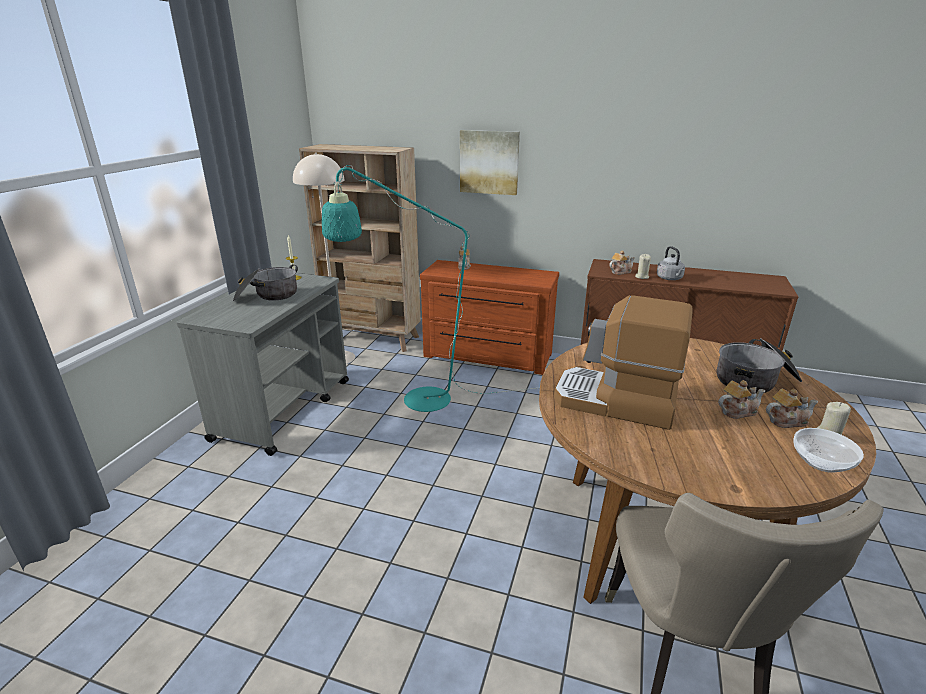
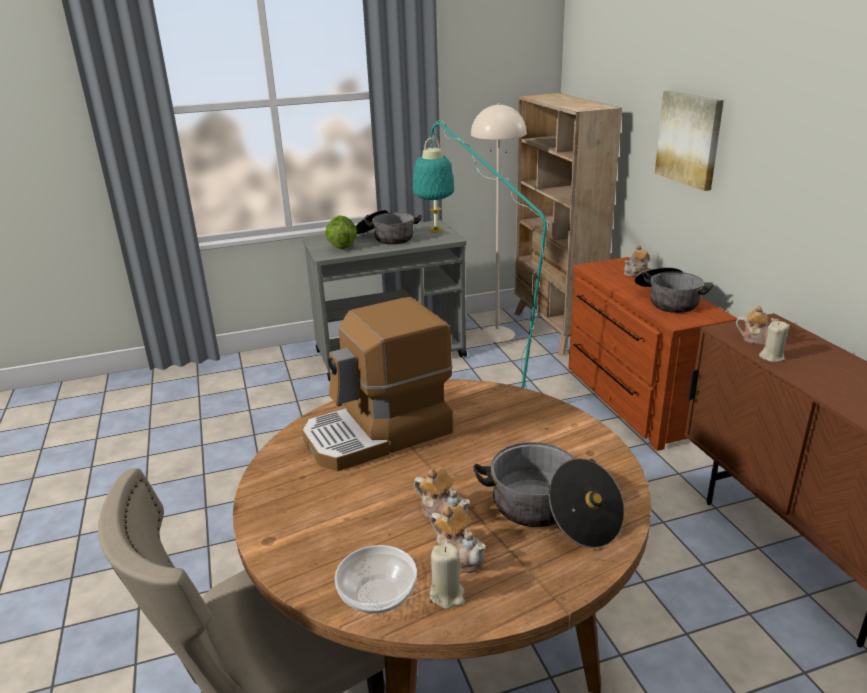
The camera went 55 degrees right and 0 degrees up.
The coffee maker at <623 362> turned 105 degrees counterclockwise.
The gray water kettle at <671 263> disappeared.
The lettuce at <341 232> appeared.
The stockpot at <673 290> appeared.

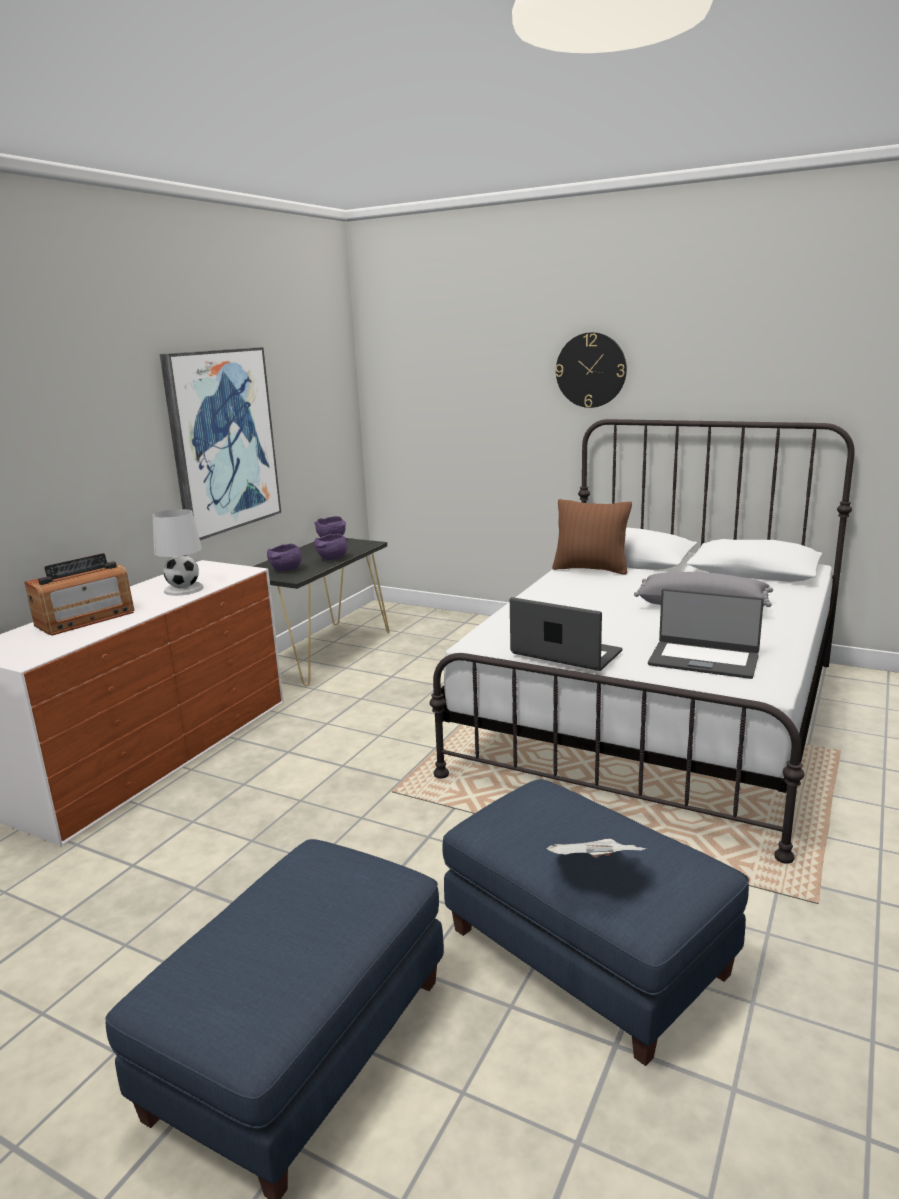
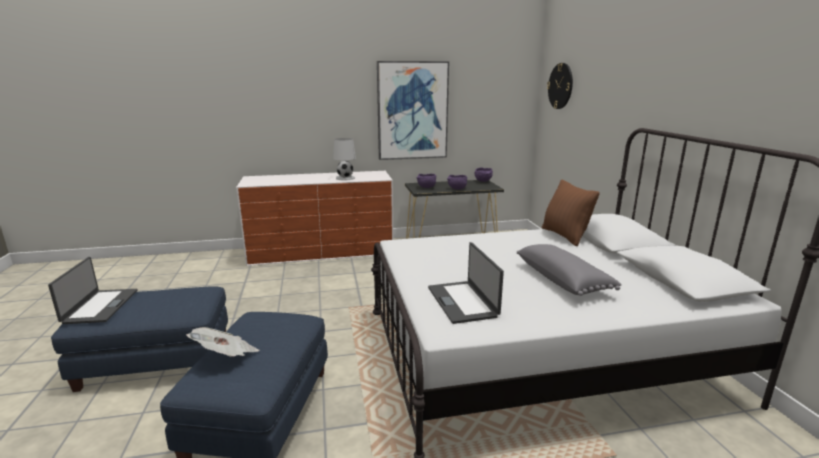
The camera went 50 degrees right and 0 degrees up.
The radio receiver at <80 594> disappeared.
The portable computer moved from <566 634> to <92 290>.
The clock on the wall moved from <591 370> to <560 86>.

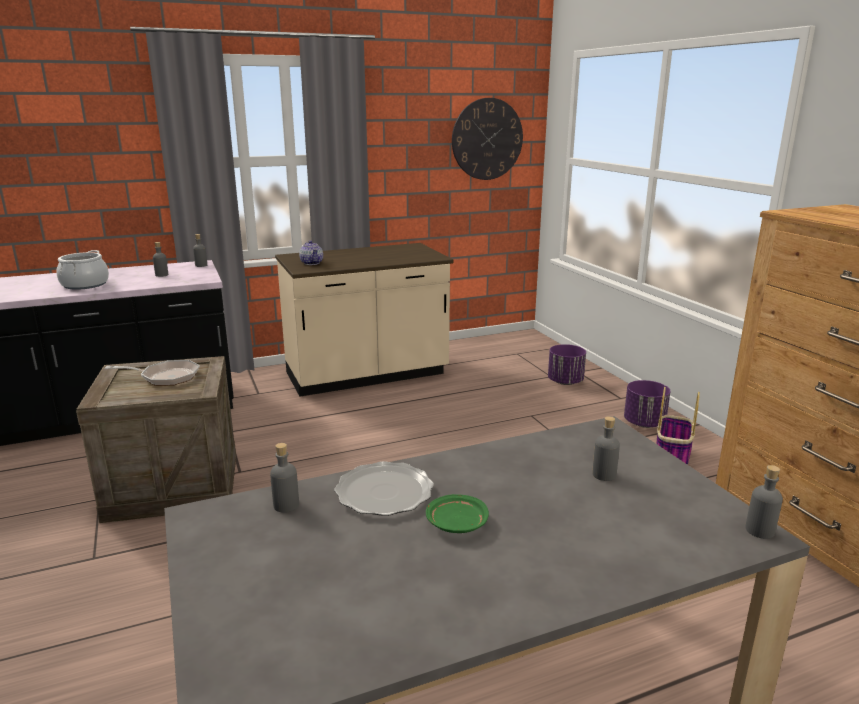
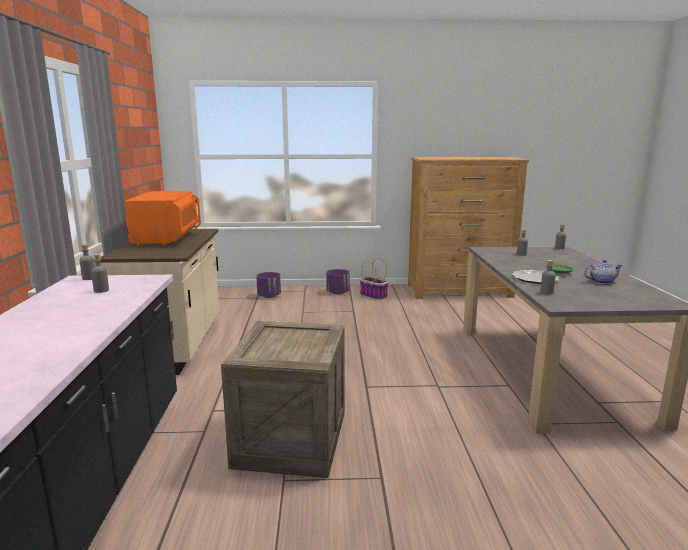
The camera went 70 degrees left and 5 degrees down.
The stockpot at <82 270> disappeared.
The pan at <152 373> disappeared.
The teapot moved from <311 252> to <603 272>.
The clock on the wall at <487 139> disappeared.
The orangey microwave oven at <163 218> appeared.

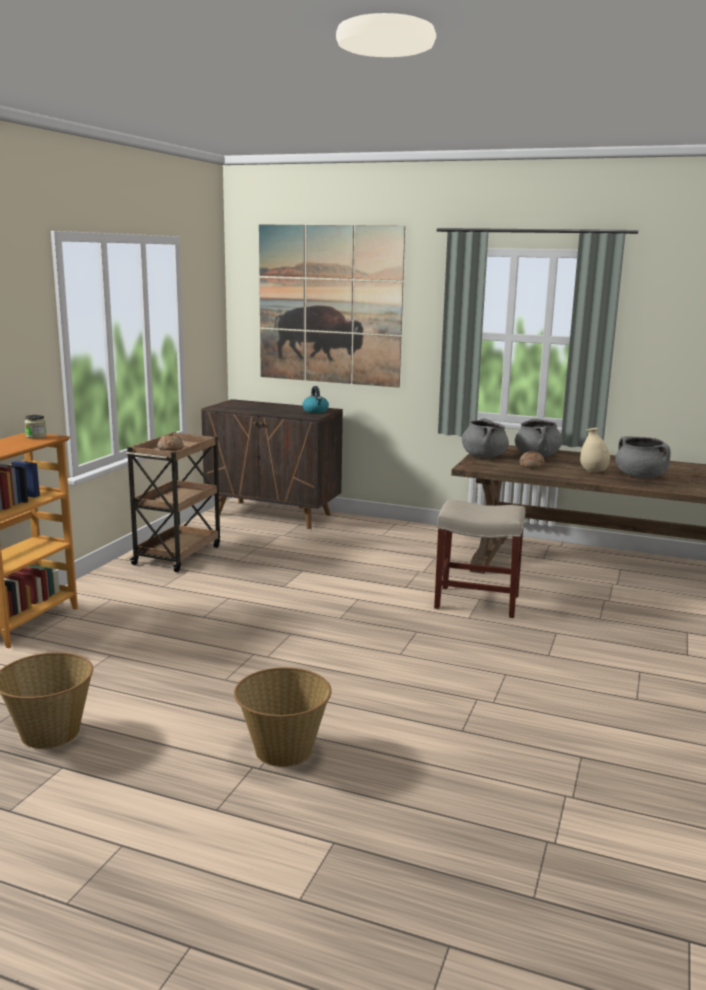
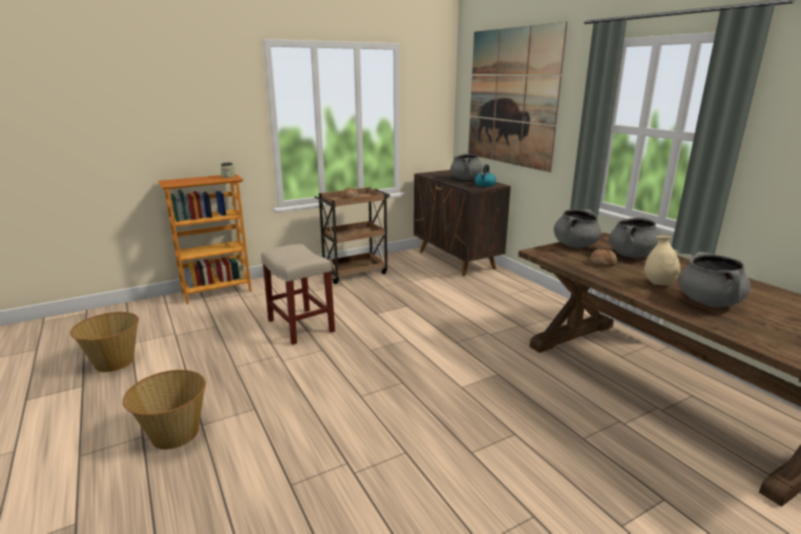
The camera went 40 degrees right and 5 degrees up.
The beige stool seat moved from <479 559> to <298 294>.
The gray stockpot at <466 166> appeared.

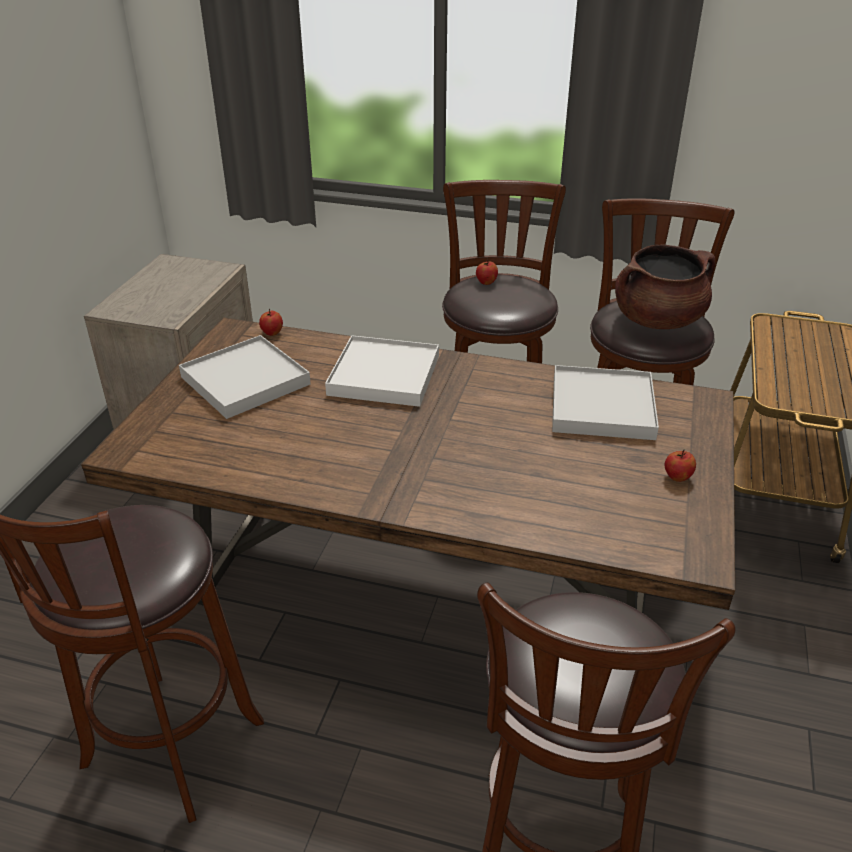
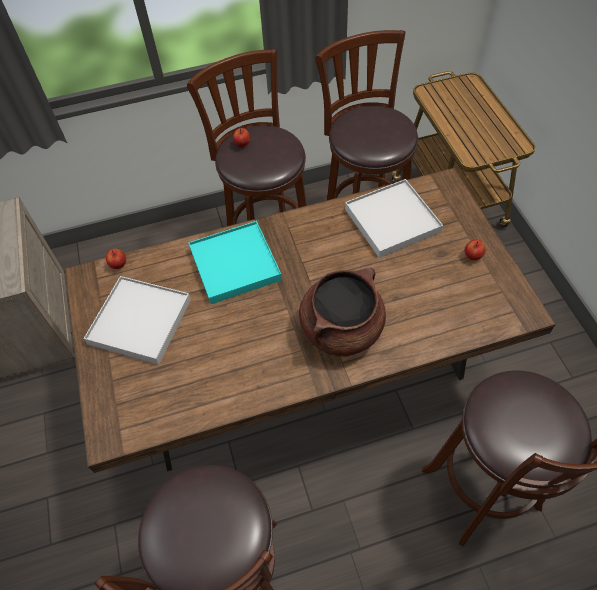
The camera went 30 degrees left and 20 degrees up.
The white carrying tray at <382 371> became the blue-green carrying tray at <235 262>.
The brownish stockpot moved from <665 286> to <342 312>.

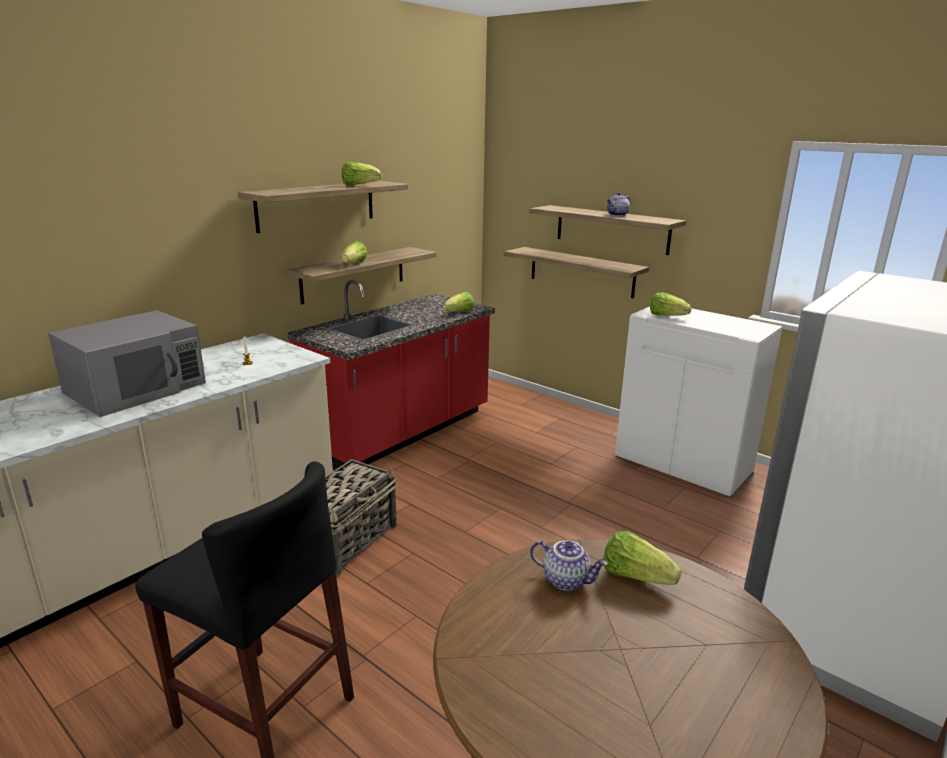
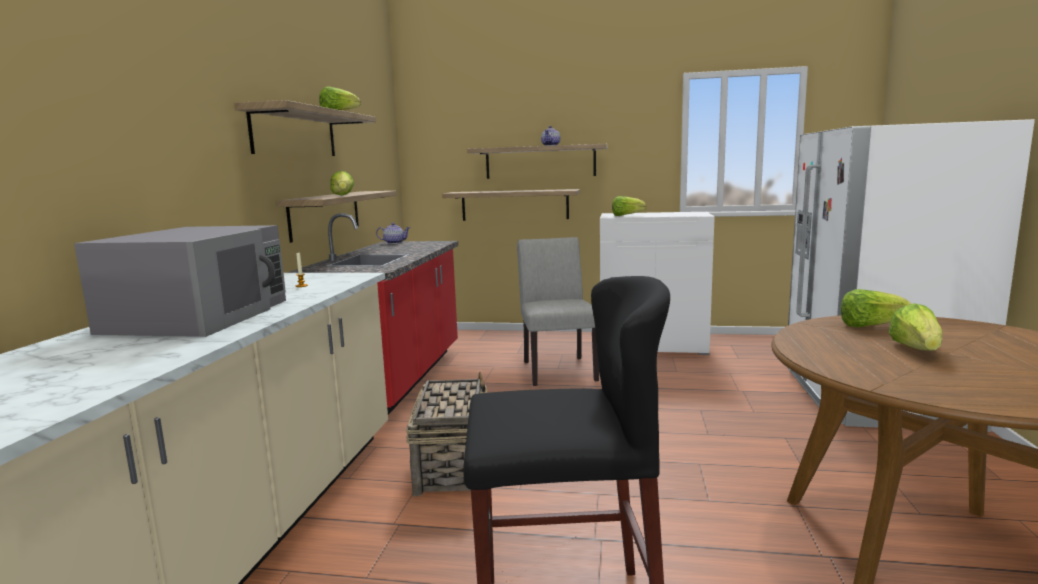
The camera went 30 degrees left and 10 degrees down.
The lettuce moved from <458 302> to <916 327>.
The teapot moved from <569 565> to <393 233>.
The gray chair at <558 311> appeared.

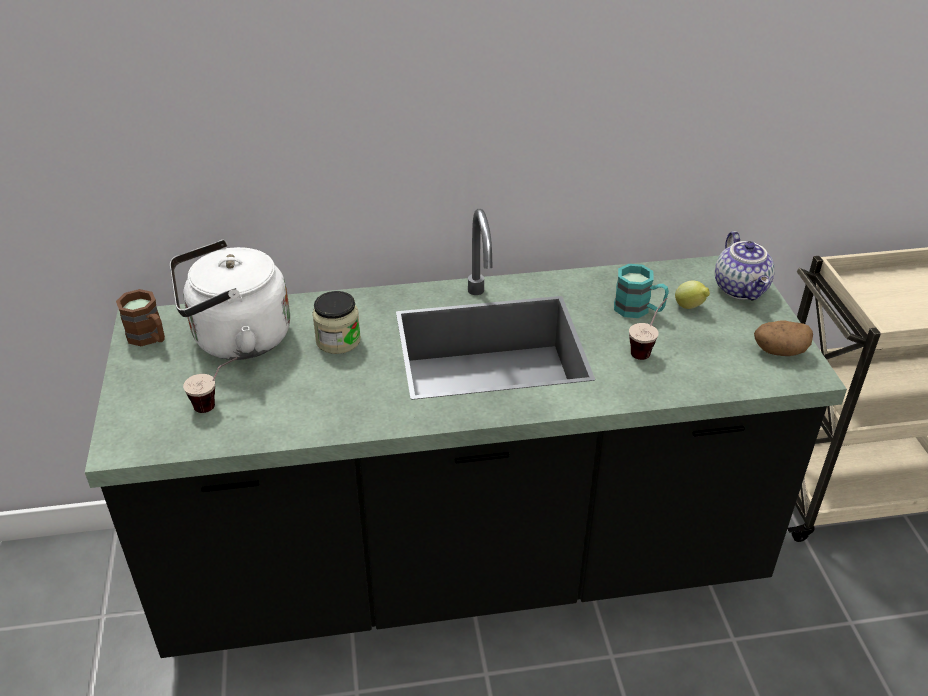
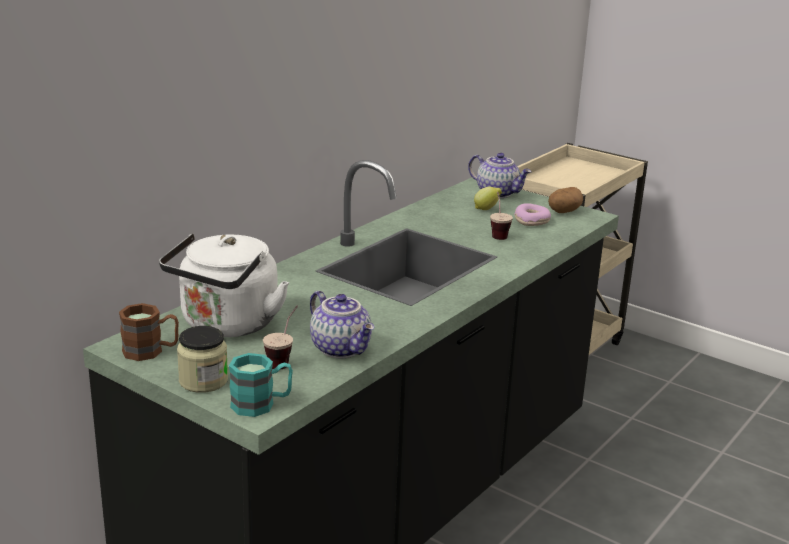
The camera went 45 degrees left and 15 degrees down.
The preserve jar moved from <336 322> to <202 359>.
The blue-green tea mug moved from <641 291> to <261 385>.
The teapot at <342 325> appeared.
The ring doughnut at <532 214> appeared.

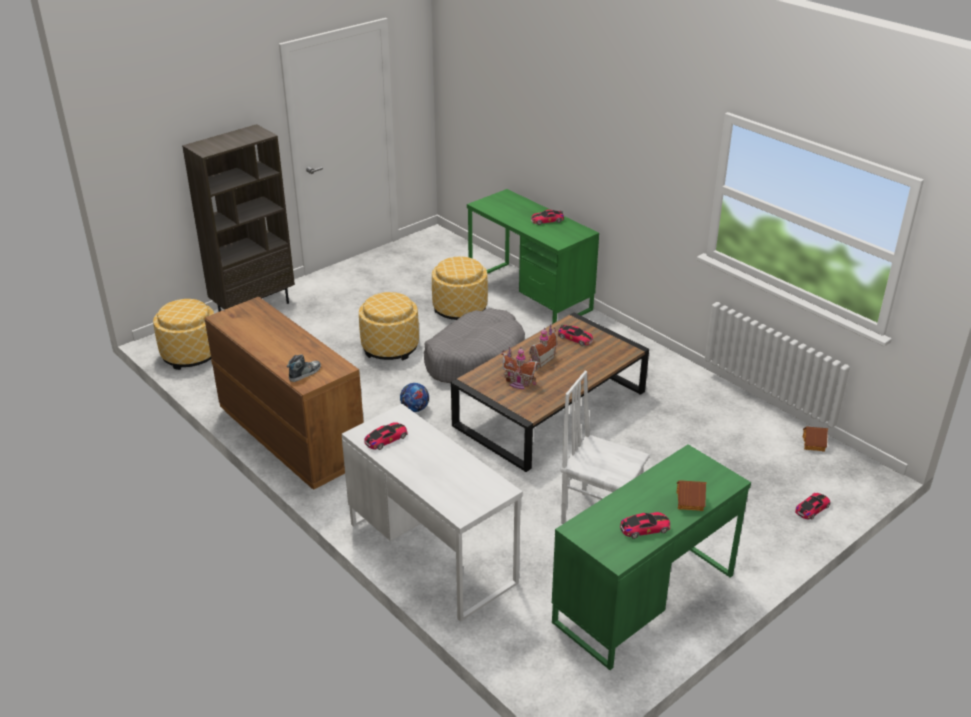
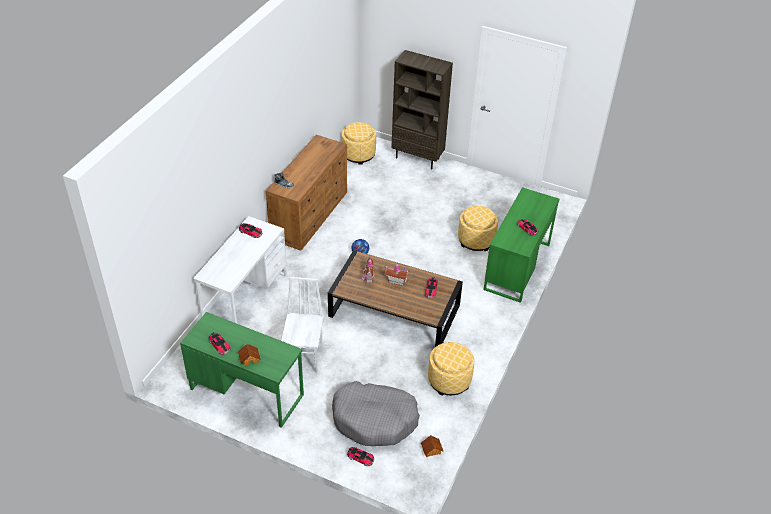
The camera went 65 degrees right and 10 degrees up.
The footrest moved from <389 326> to <451 369>.
The gray dog bed moved from <474 345> to <376 413>.

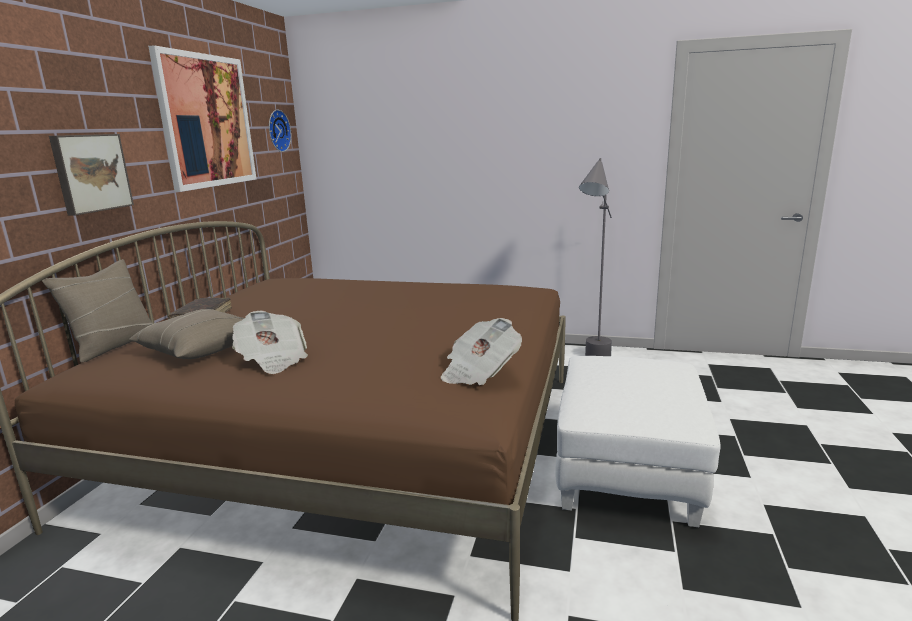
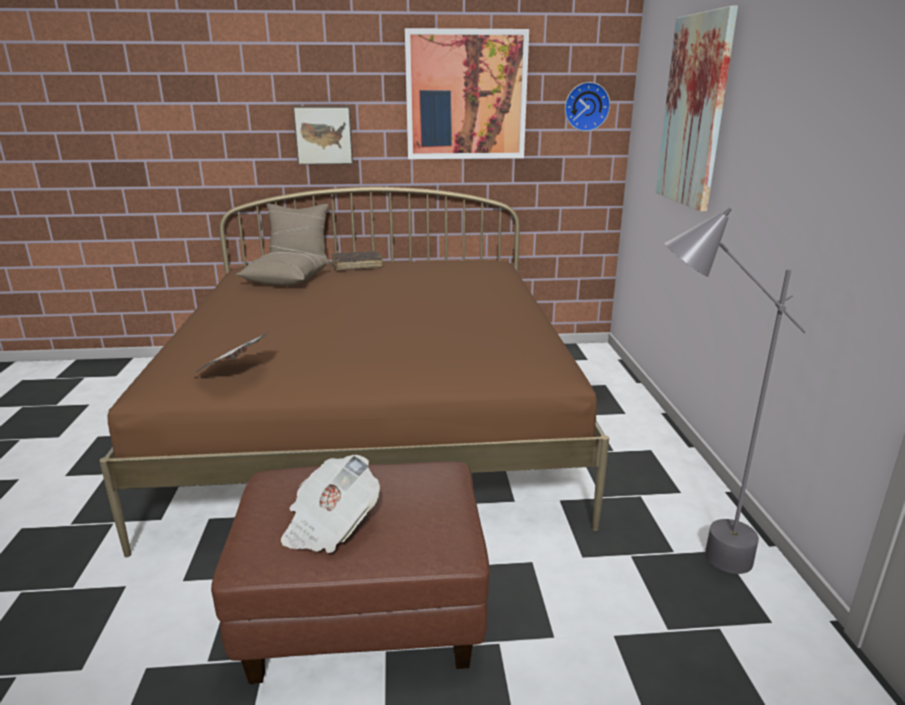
The camera went 70 degrees right and 5 degrees up.
The newspaper moved from <270 342> to <330 504>.
The white footrest at <638 441> became the brownish footrest at <350 572>.
The wall picture at <696 109> appeared.

